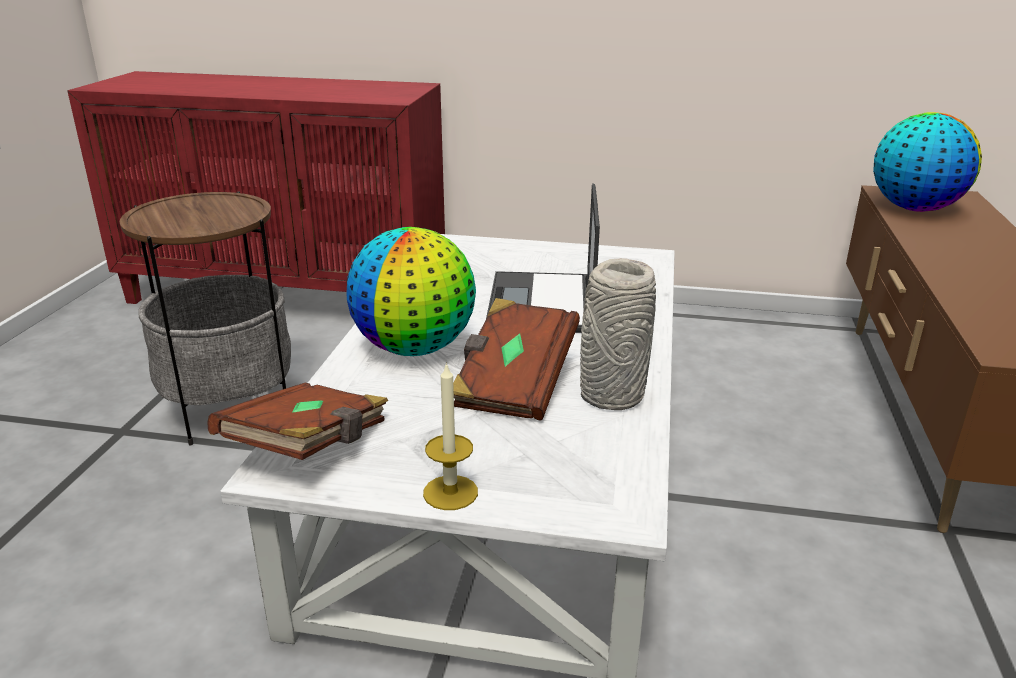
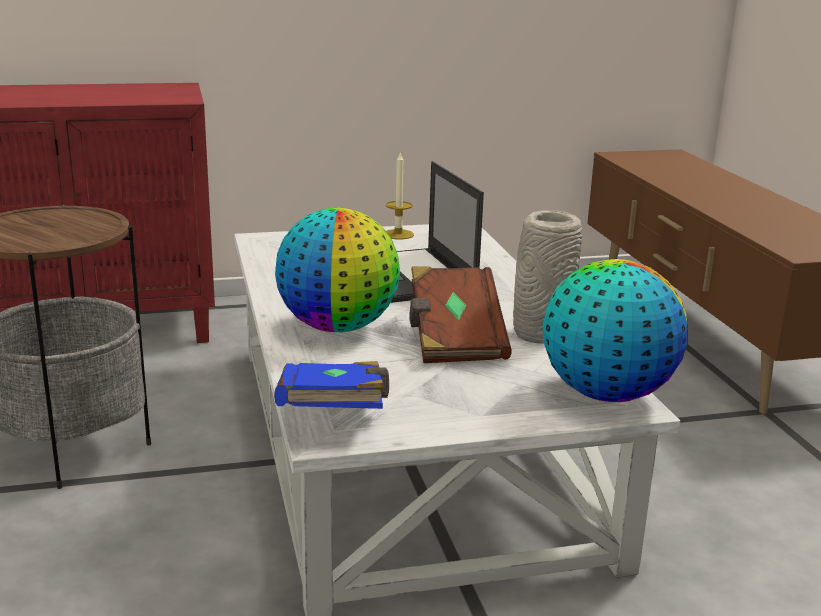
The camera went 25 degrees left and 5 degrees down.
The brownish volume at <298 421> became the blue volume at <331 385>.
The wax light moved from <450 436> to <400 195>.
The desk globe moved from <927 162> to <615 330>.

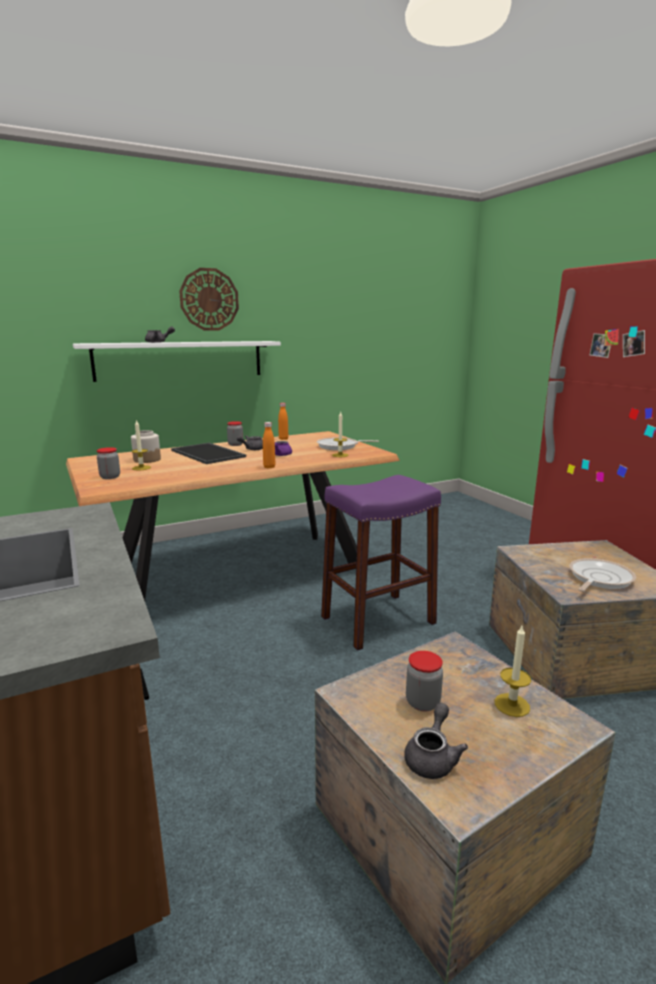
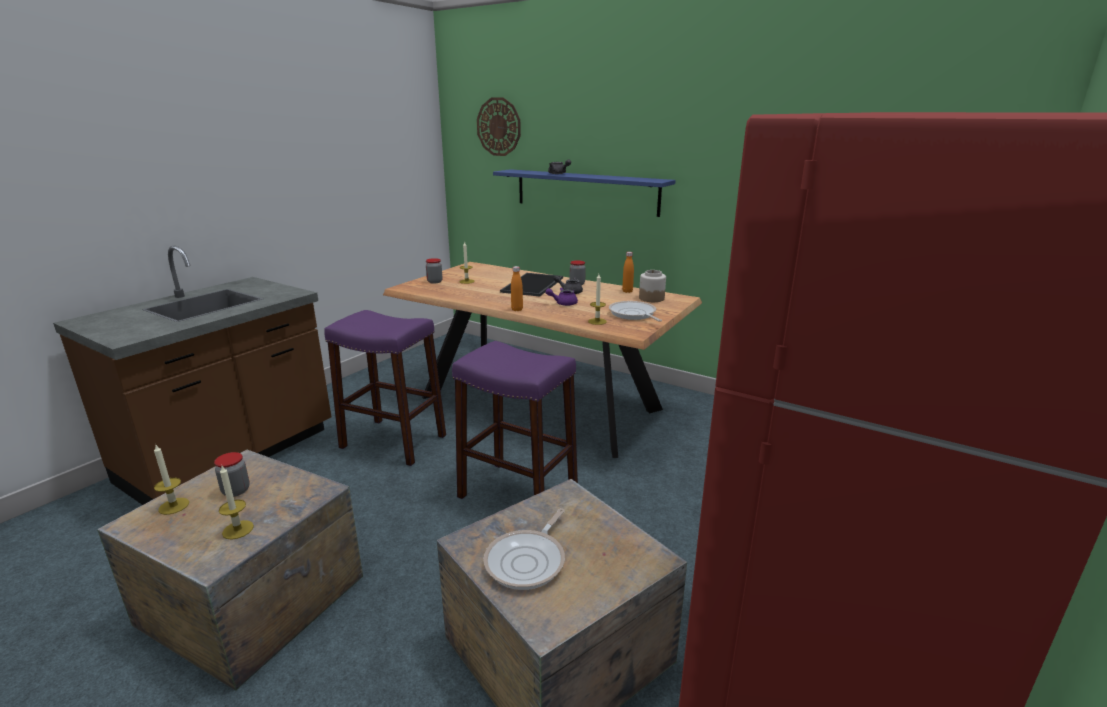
The camera went 60 degrees right and 5 degrees up.
The white wall shelf at <177 361> became the blue wall shelf at <584 193>.
The preserve jar moved from <146 446> to <652 286>.
The clock on the wall moved from <209 299> to <499 126>.
The gray teapot at <436 740> was replaced by the wax light at <171 480>.
The pan at <603 574> turned 105 degrees clockwise.
The purple stool seat at <385 388> appeared.

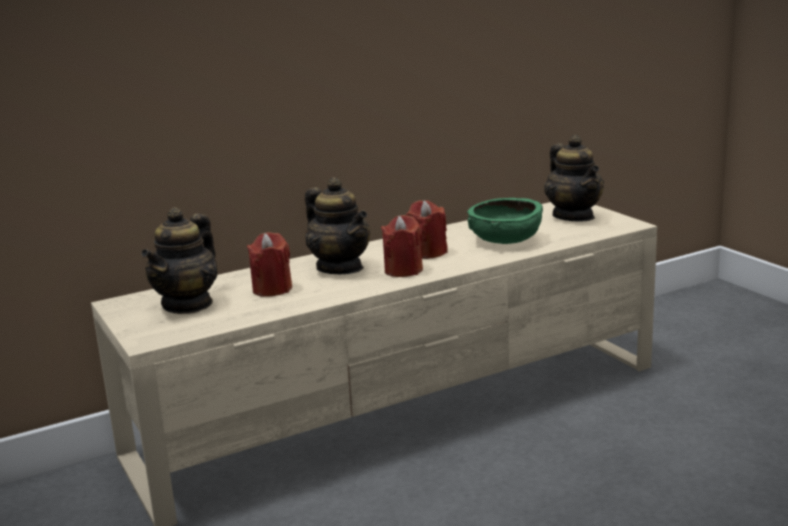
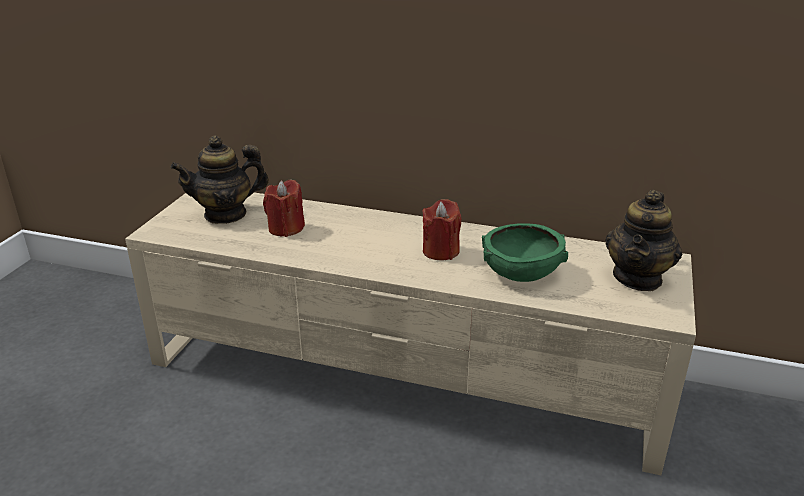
The camera went 45 degrees right and 10 degrees up.
The teapot at <337 225> disappeared.
The red-coloured wax light at <402 246> disappeared.

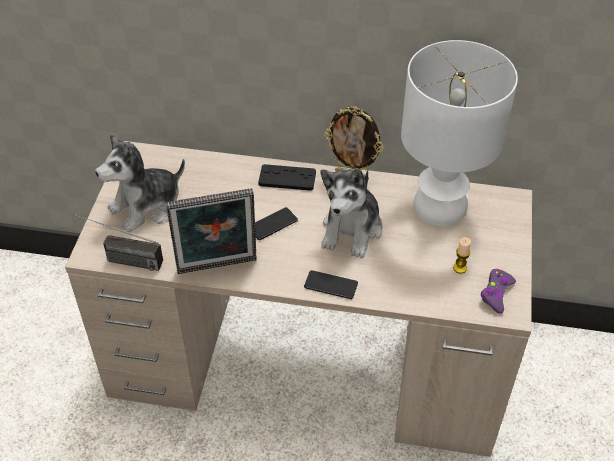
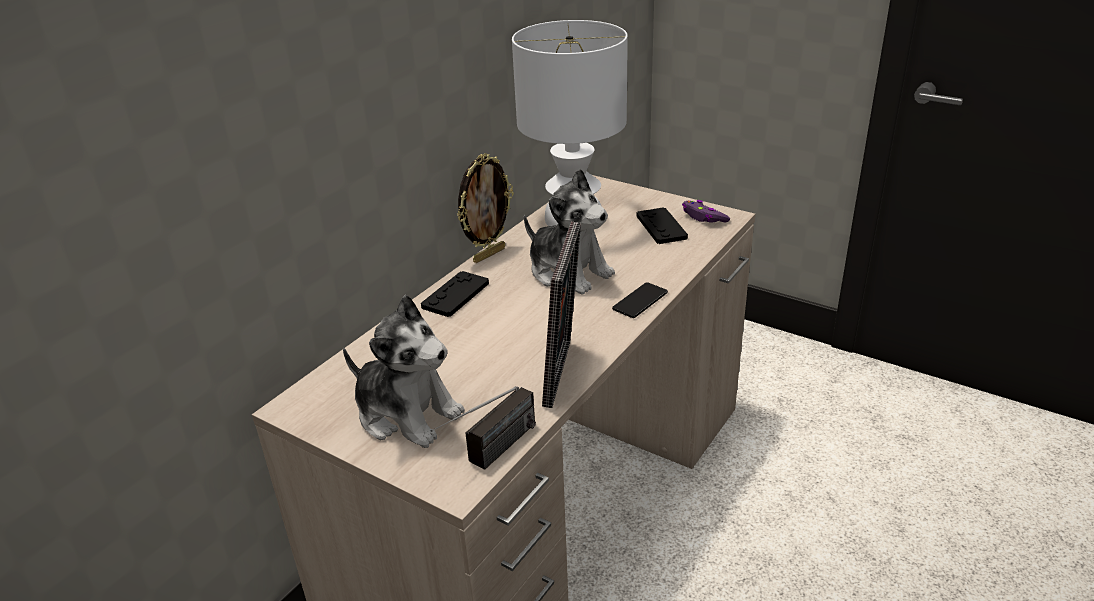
The camera went 65 degrees left and 15 degrees down.
The soft toy at <140 183> turned 45 degrees counterclockwise.
The phone at <276 223> disappeared.
The wax light at <462 255> was replaced by the blackish game controller at <662 225>.

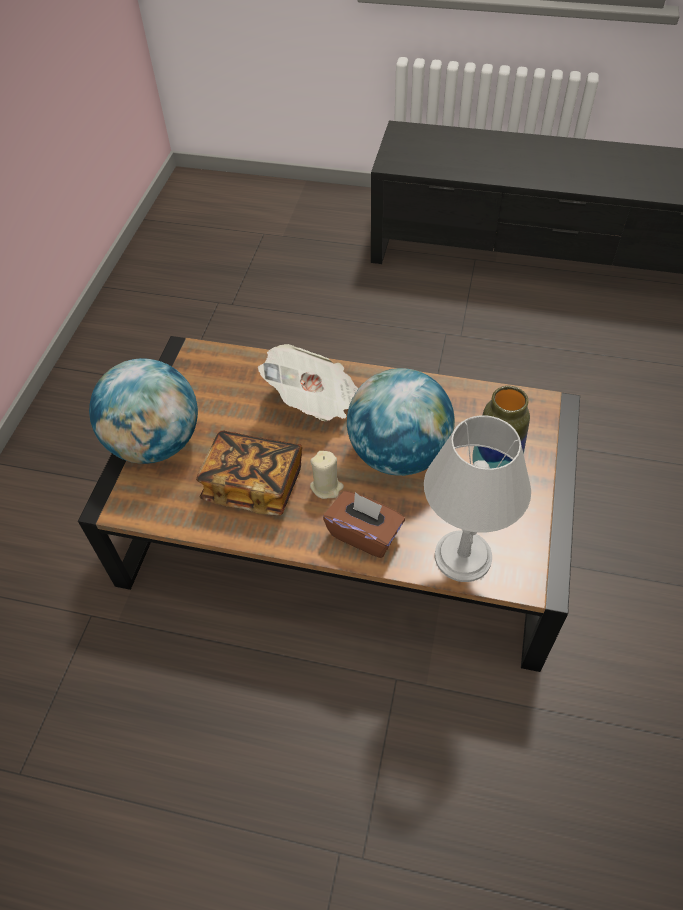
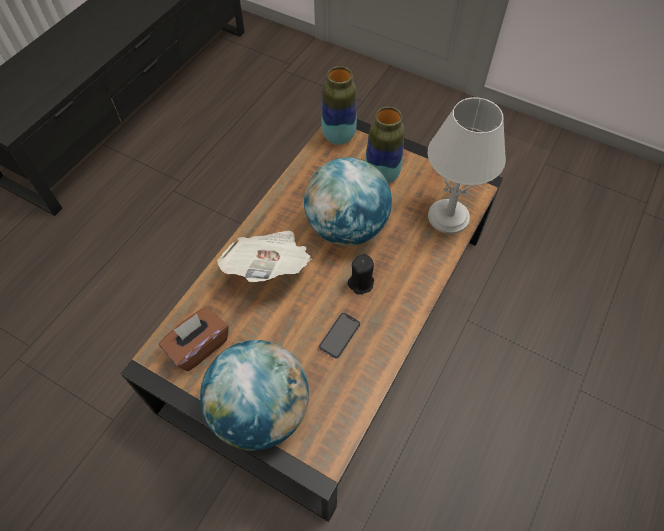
The camera went 75 degrees left and 5 degrees up.
The volume at <249 473> was replaced by the phone at <339 336>.
The beige wax light at <327 475> became the blackish wax light at <361 274>.
The brownish tissue holder moved from <364 524> to <194 339>.
The flower vase at <339 105> appeared.

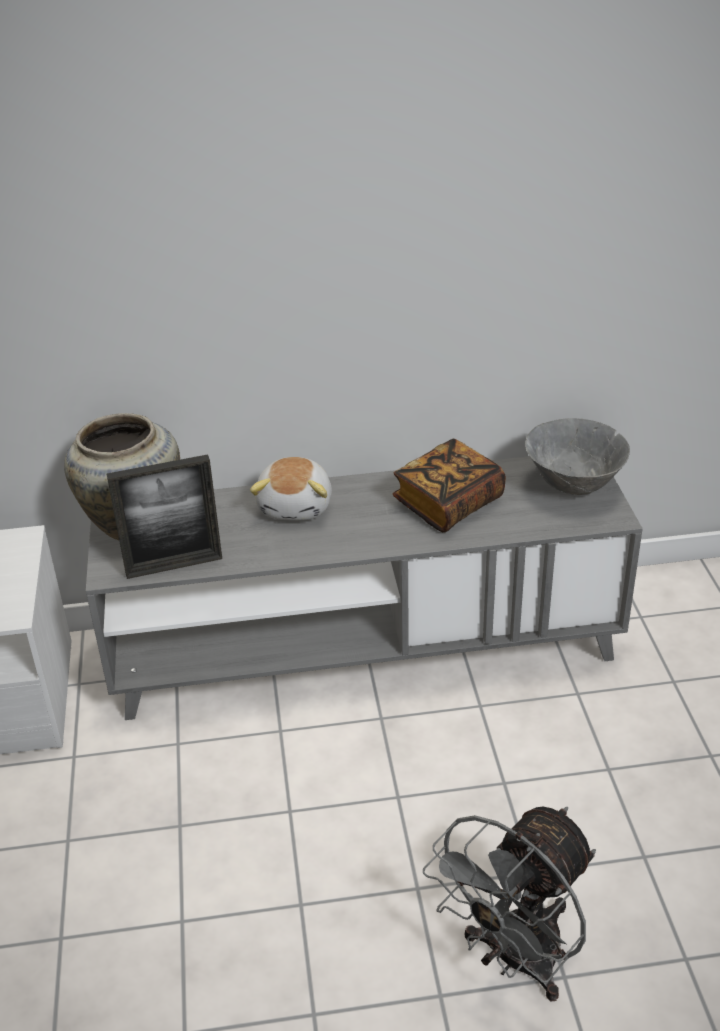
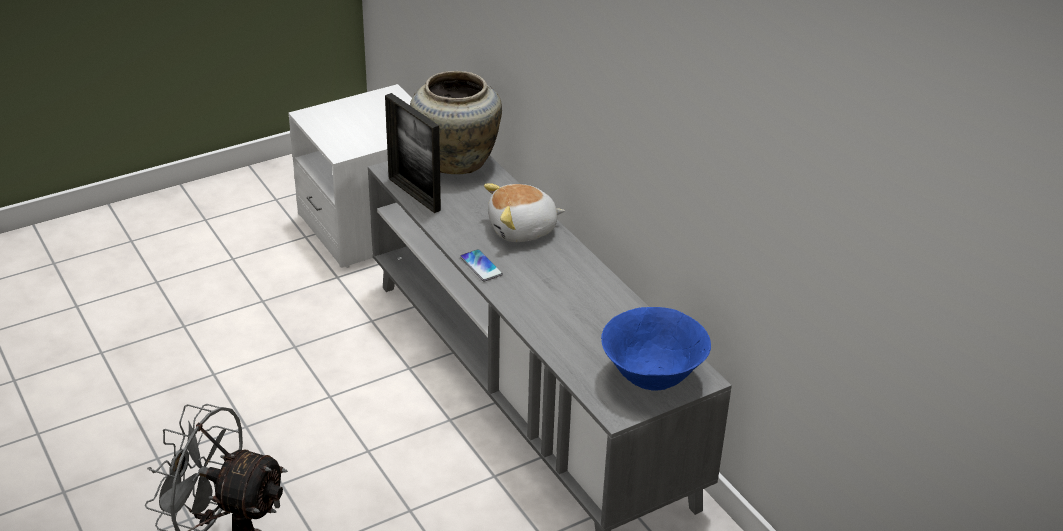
The camera went 65 degrees right and 0 degrees up.
The volume at <449 485> disappeared.
The gray deep dish at <577 456> became the blue deep dish at <656 349>.
The phone at <481 265> appeared.

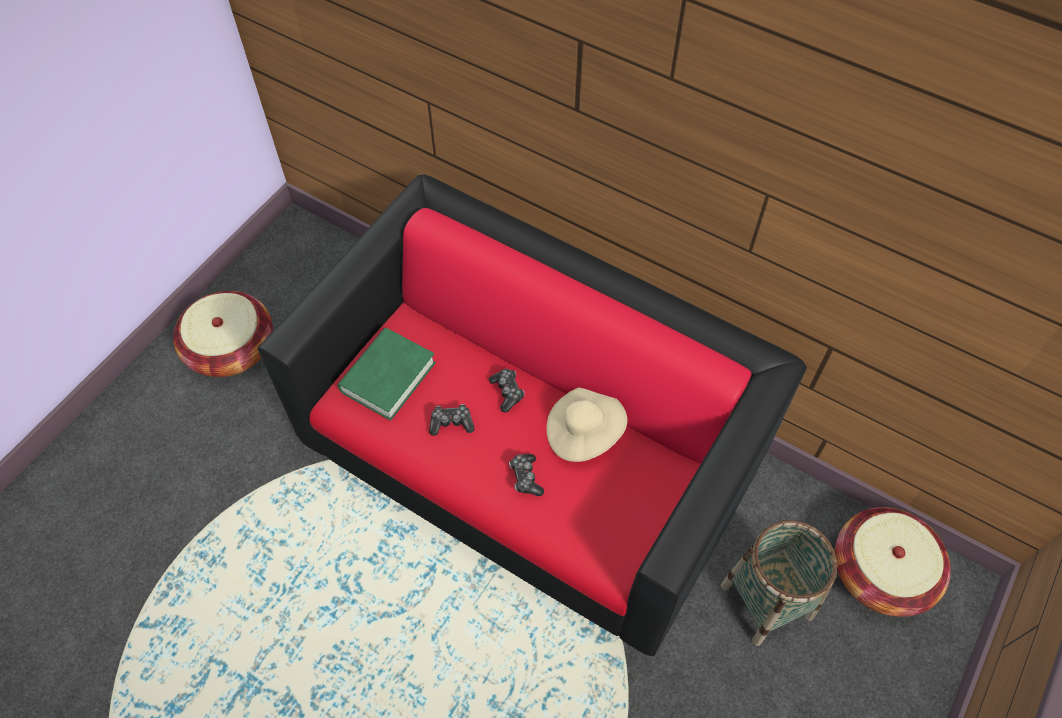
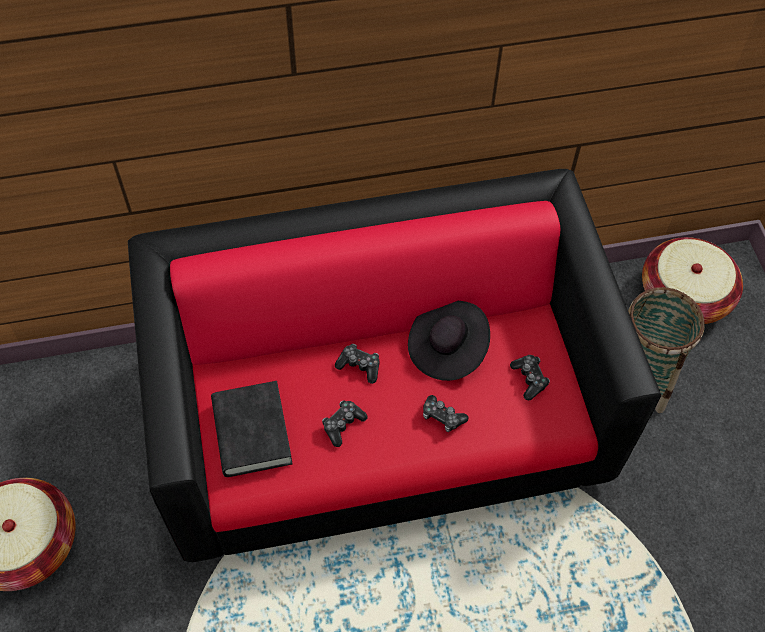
The camera went 45 degrees left and 0 degrees up.
The green-coloured volume at <387 374> became the blackish volume at <252 429>.
The beige clothing hat at <587 424> became the blackish clothing hat at <449 341>.
The game controller at <530 377> appeared.

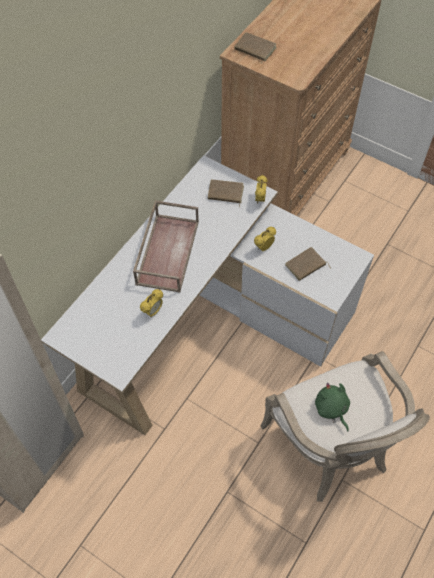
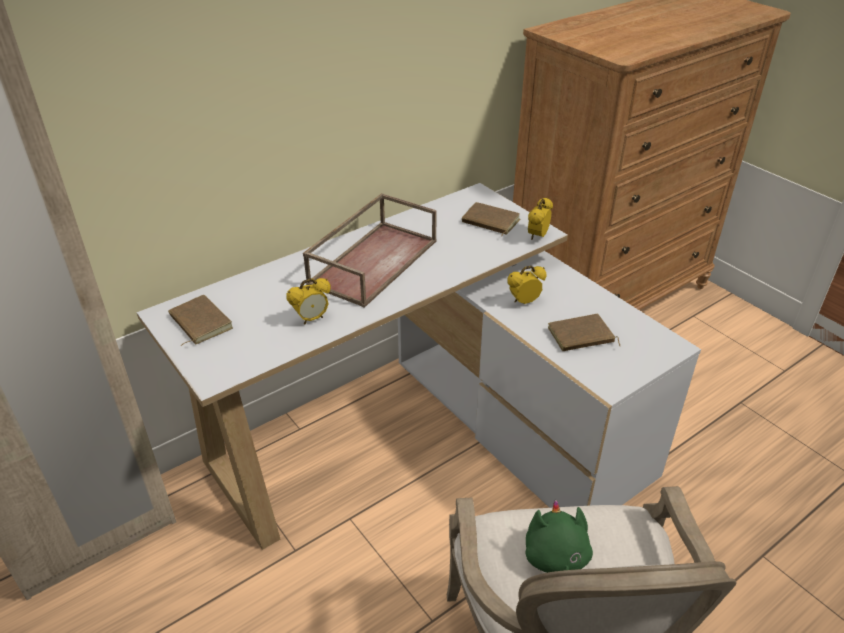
The camera went 20 degrees right and 20 degrees down.
The brownish volume moved from <255 47> to <200 320>.

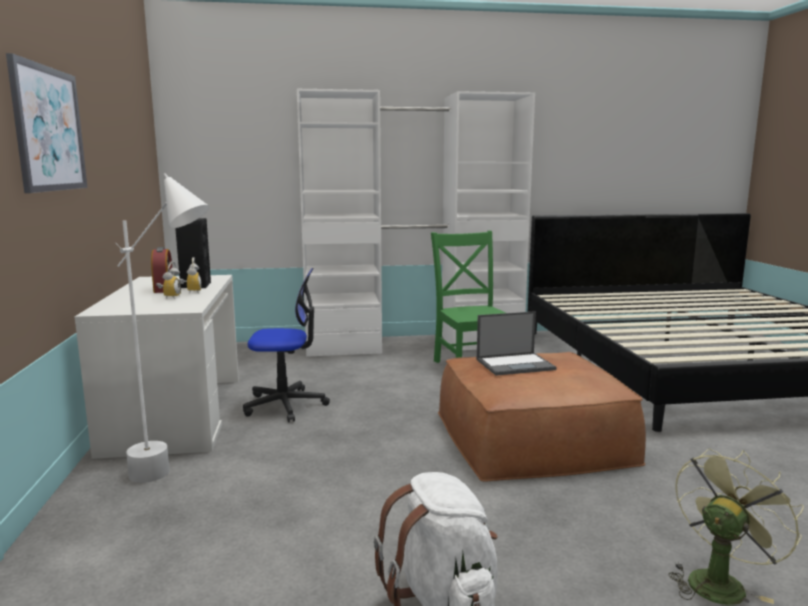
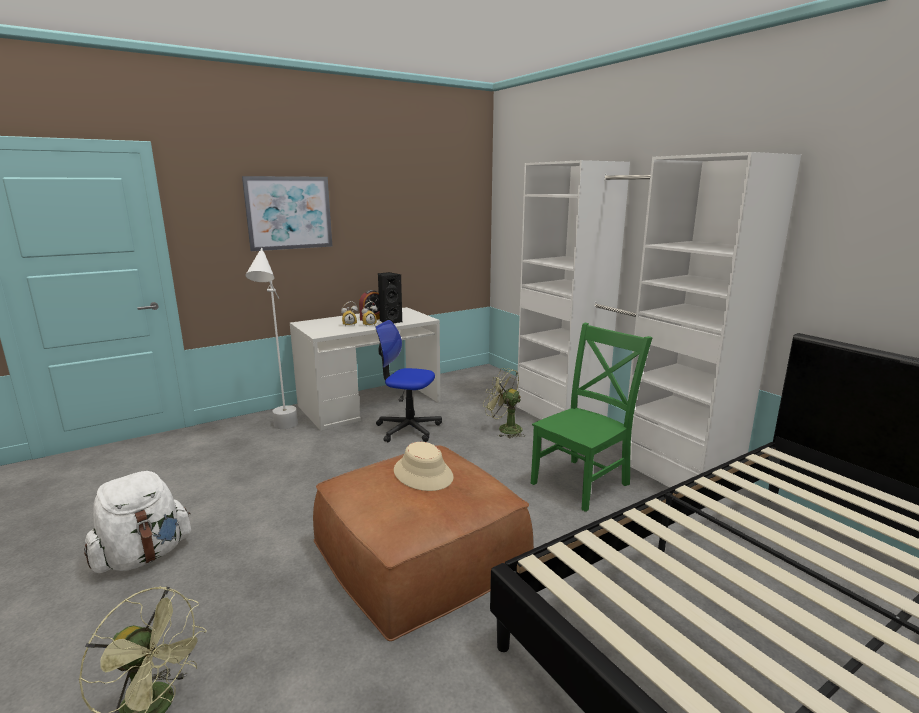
The camera went 65 degrees right and 5 degrees up.
The office chair at <286 345> turned 135 degrees clockwise.
The portable computer at <517 343> was replaced by the beige clothing hat at <423 466>.
The green-coloured fan at <503 403> appeared.

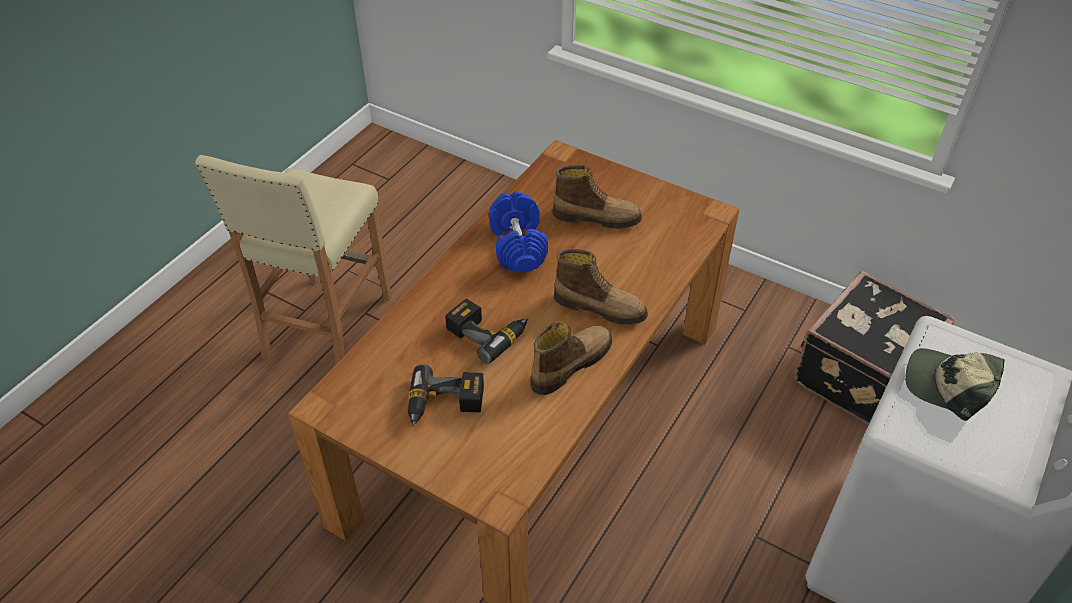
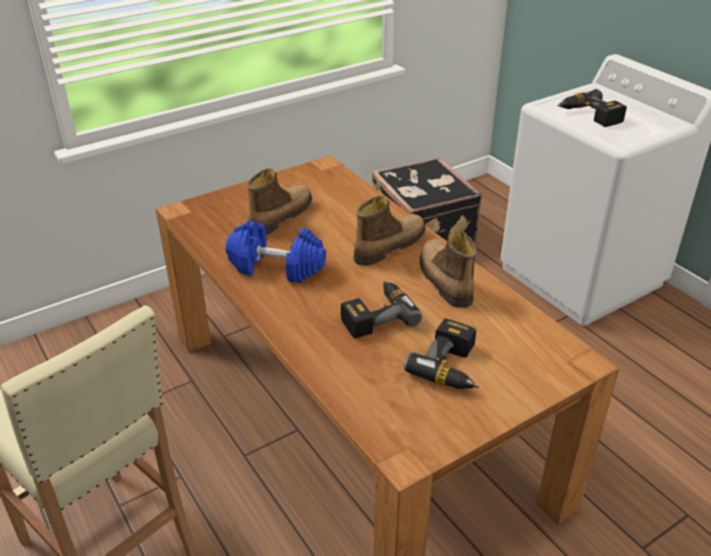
The camera went 65 degrees left and 10 degrees down.
The baseball cap at <955 384> was replaced by the drill at <592 108>.

